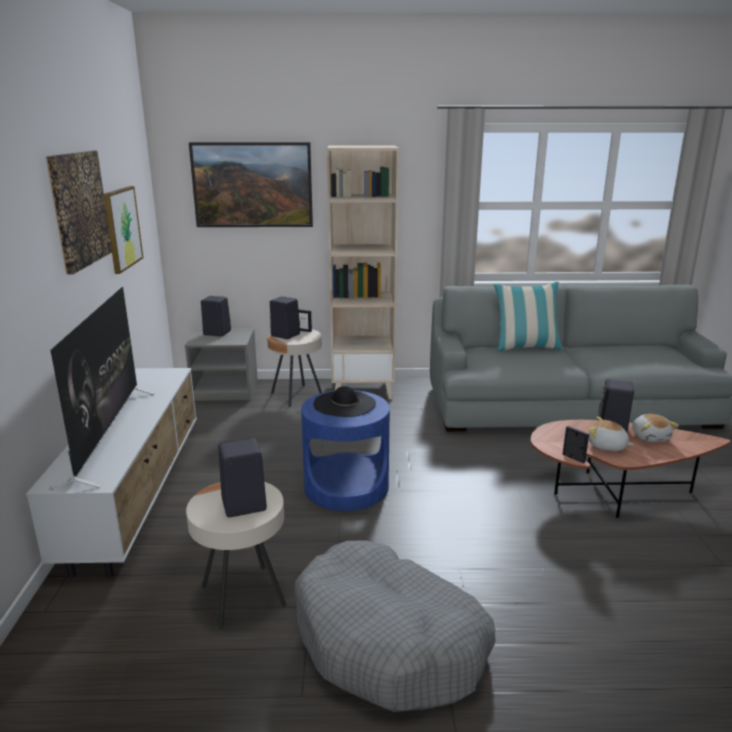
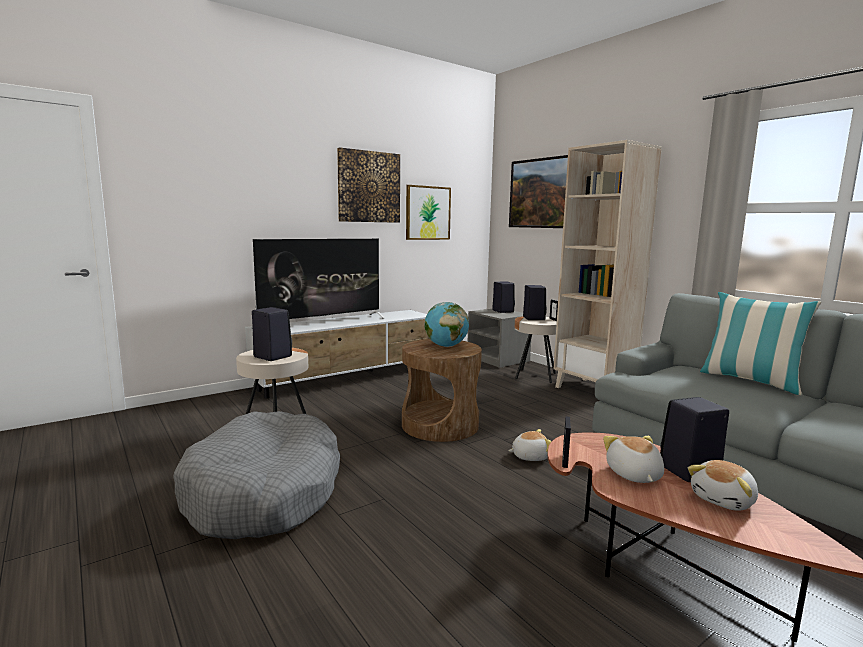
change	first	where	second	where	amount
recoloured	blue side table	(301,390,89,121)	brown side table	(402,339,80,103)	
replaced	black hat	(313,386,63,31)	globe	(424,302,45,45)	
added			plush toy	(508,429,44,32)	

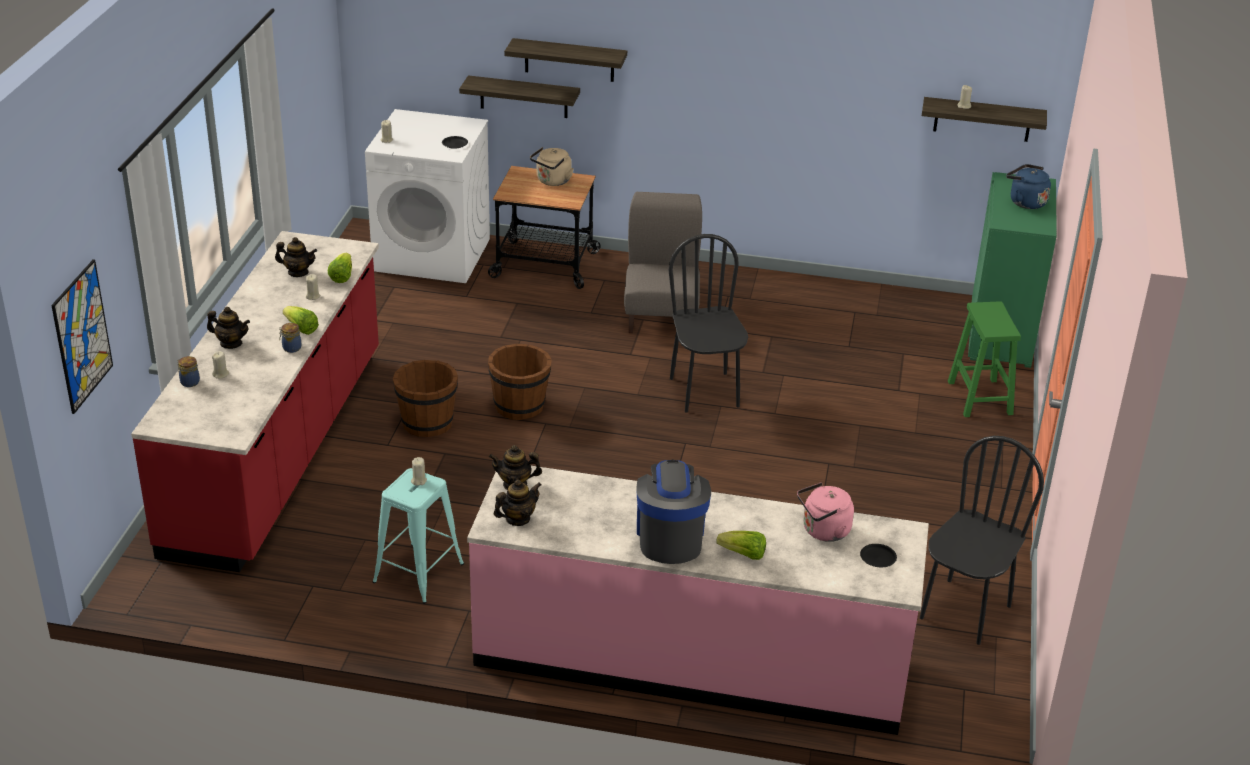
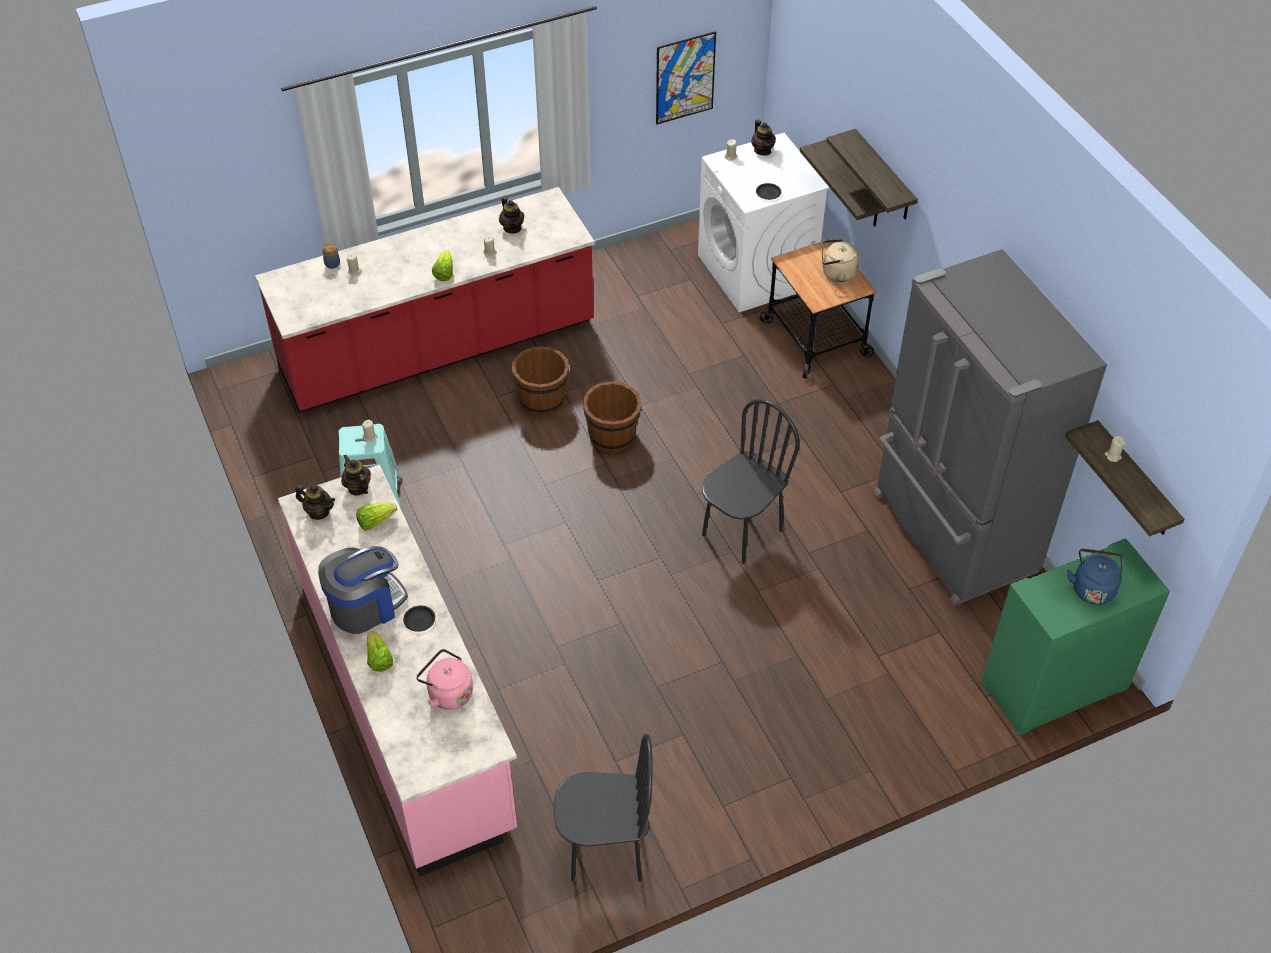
change	first	where	second	where	amount
moved	lettuce	(328,252,24,31)		(356,502,41,29)	
moved	black plate	(860,544,37,23)		(403,605,32,27)	
moved	picture	(51,259,62,155)		(656,31,60,93)	
moved	teapot	(207,307,43,42)		(751,119,25,37)	
added			grey fridge	(873,249,234,357)	
removed	jar	(279,323,22,30)			
removed	grey chair	(624,192,78,141)			
removed	green stool	(948,302,73,115)			

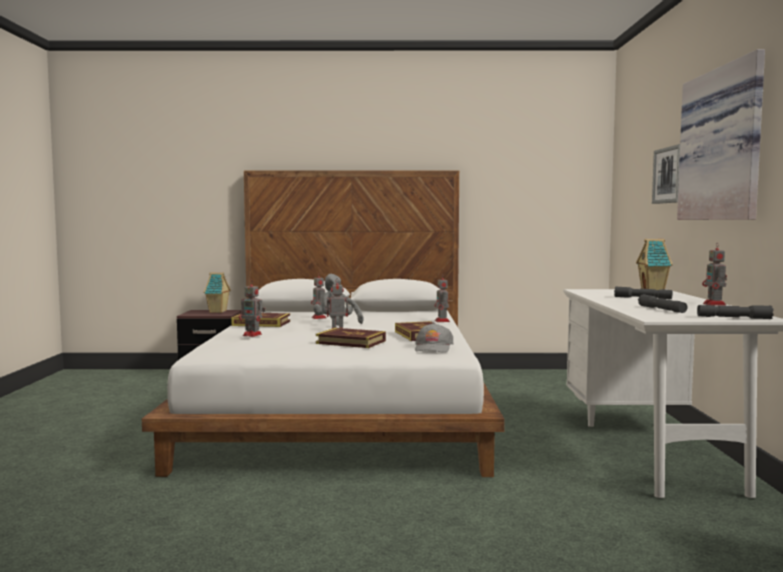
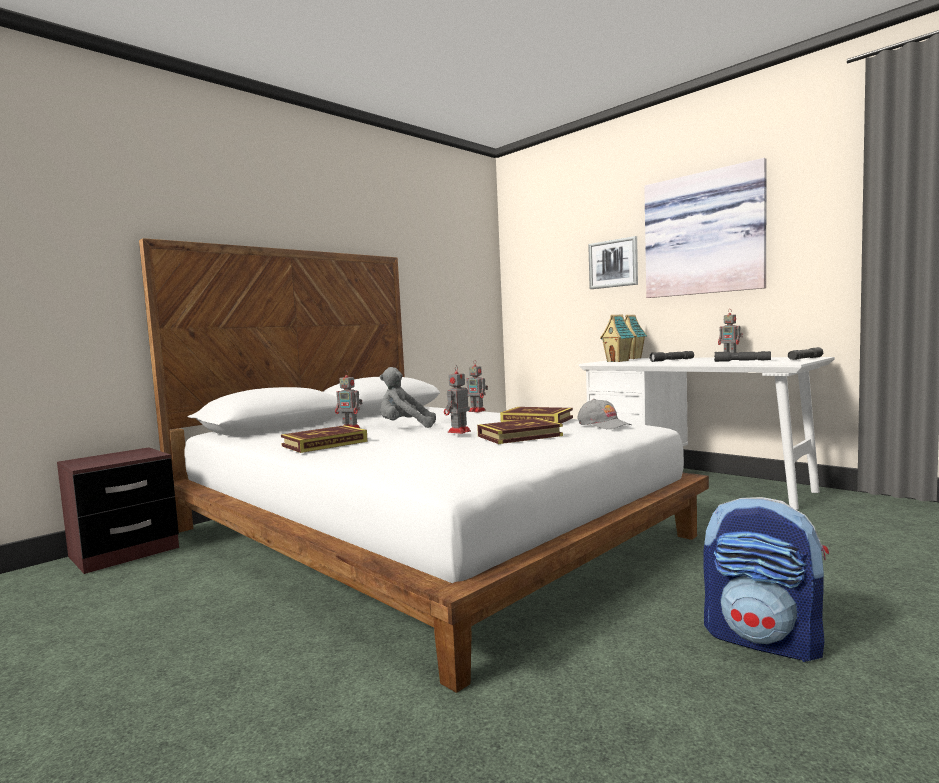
change	first	where	second	where	amount
moved	toy house	(204,272,27,41)		(600,314,35,48)	
added			backpack	(703,497,126,165)	
removed	toy robot	(239,280,26,57)			

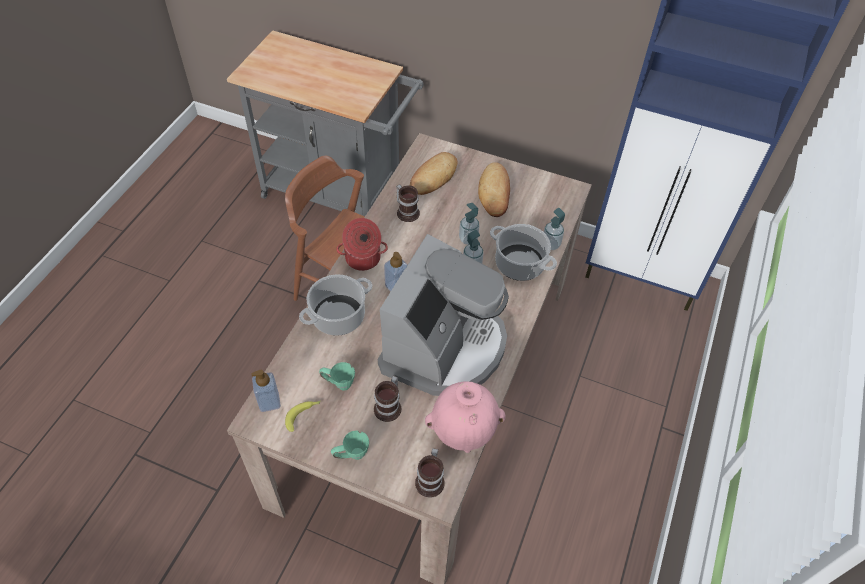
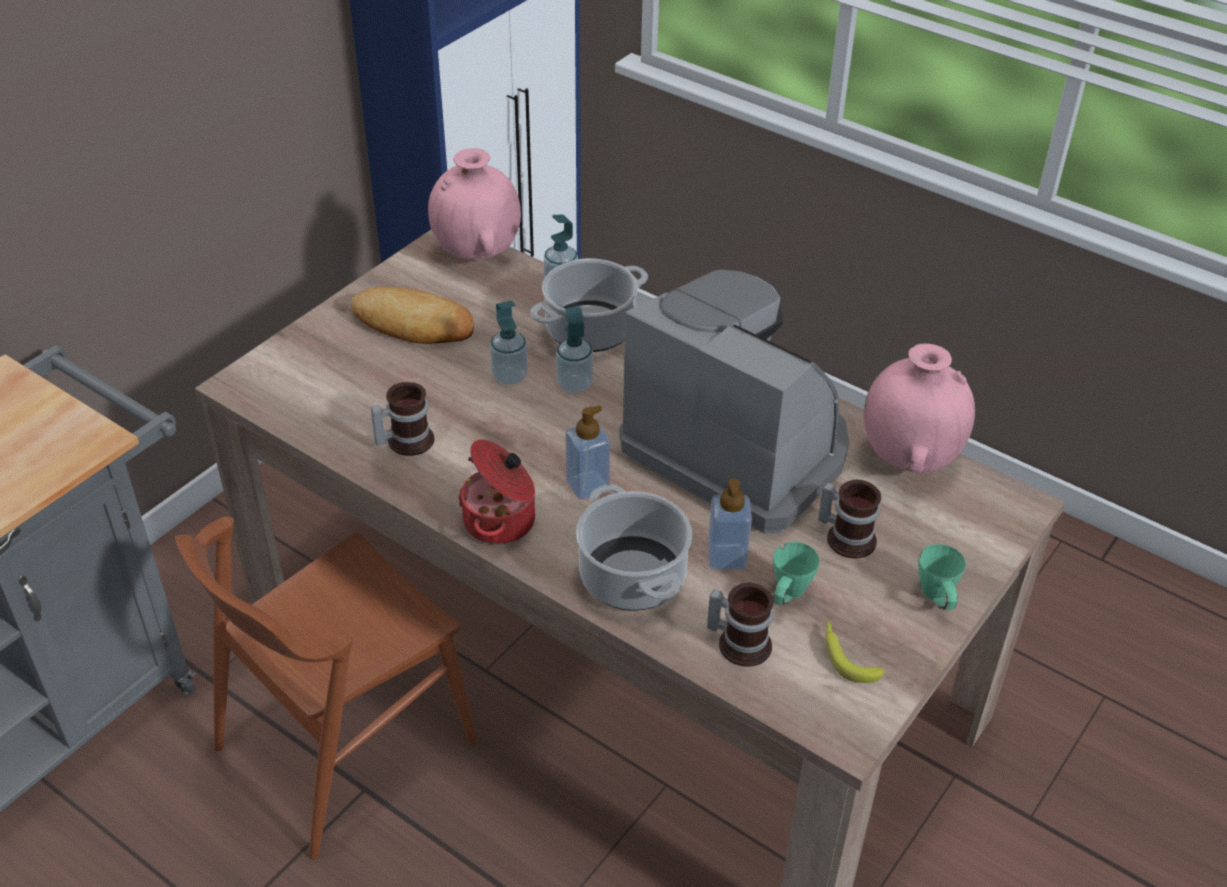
change	first	where	second	where	amount
added			pink vase	(428,148,93,111)	
moved	mug	(415,448,30,49)		(707,583,67,84)	
moved	soap dispenser	(251,370,30,42)		(708,479,44,91)	
removed	bread	(410,152,48,43)			

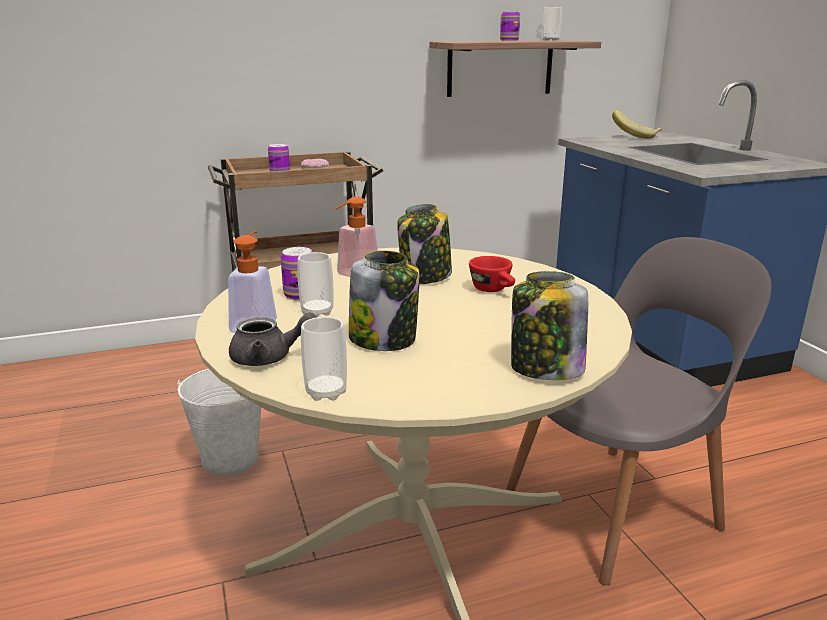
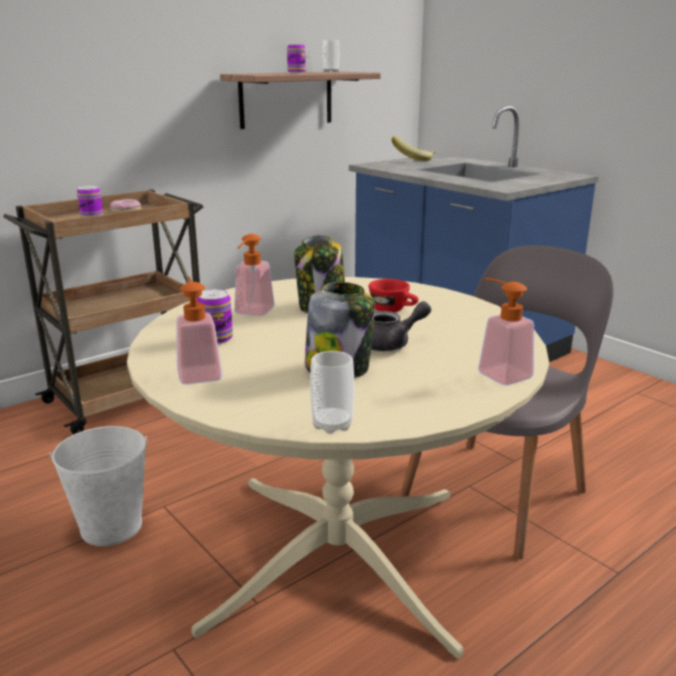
change	first	where	second	where	amount
moved	grey teapot	(229,313,88,53)		(371,301,60,50)	
replaced	jar	(511,271,77,109)	soap dispenser	(478,278,56,107)	
removed	cup	(297,252,37,65)			

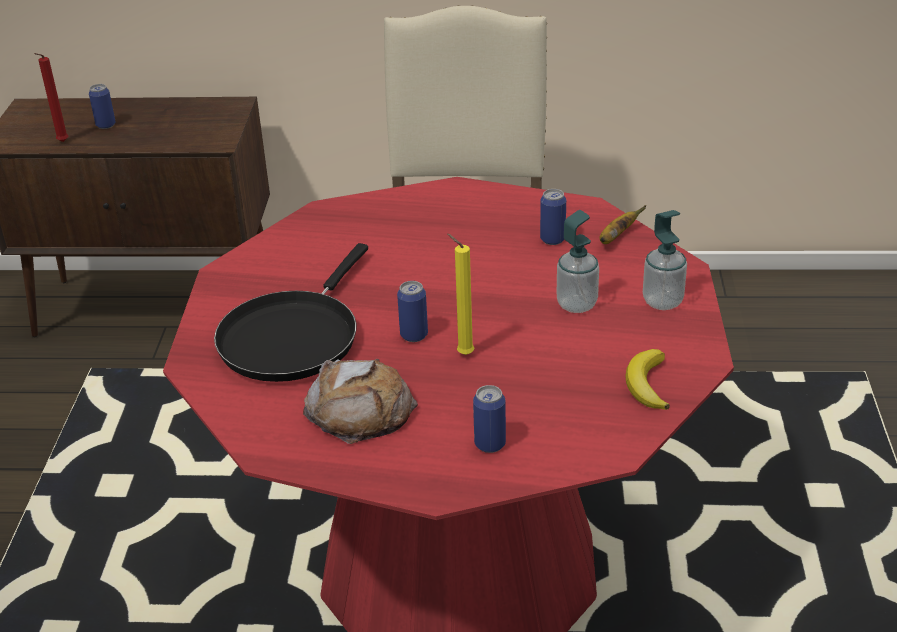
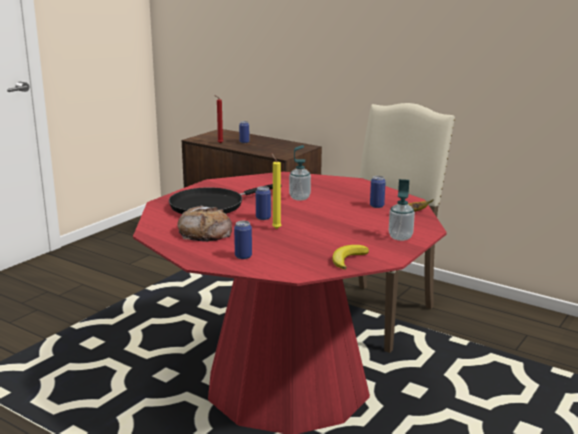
change	first	where	second	where	amount
moved	soap dispenser	(557,210,42,103)		(289,145,22,56)	

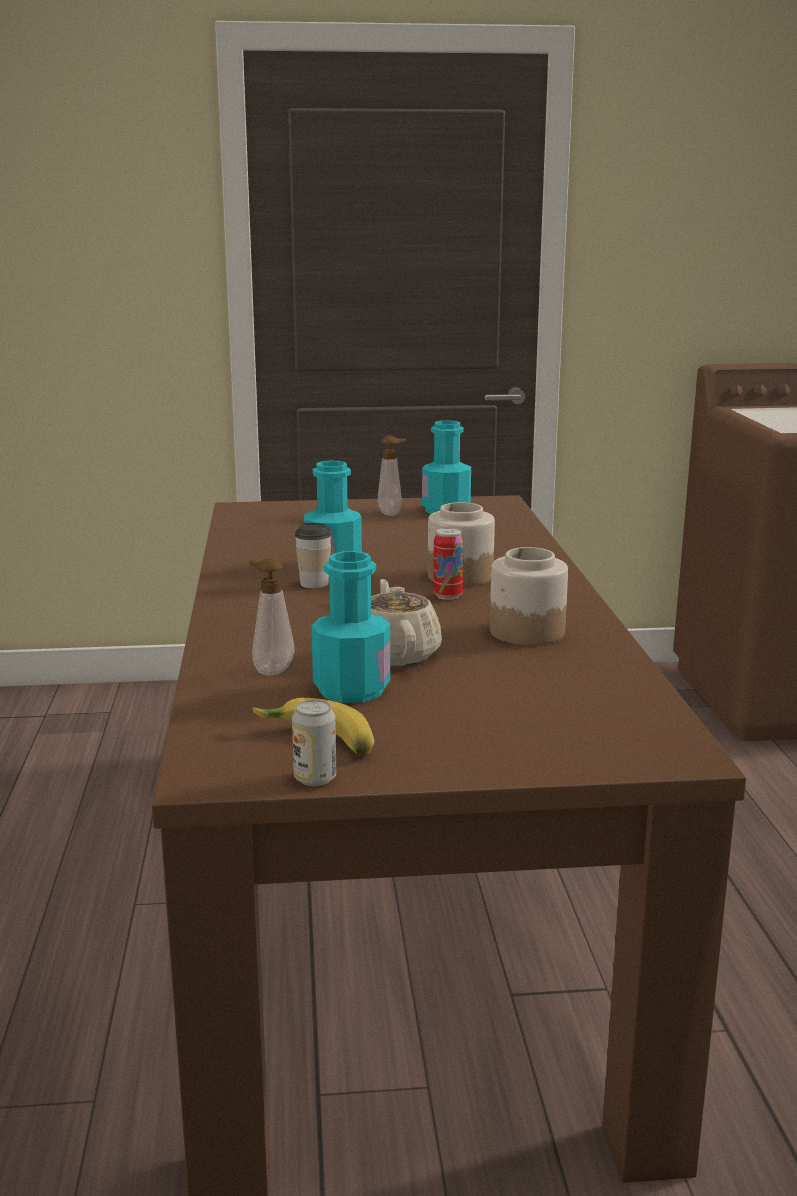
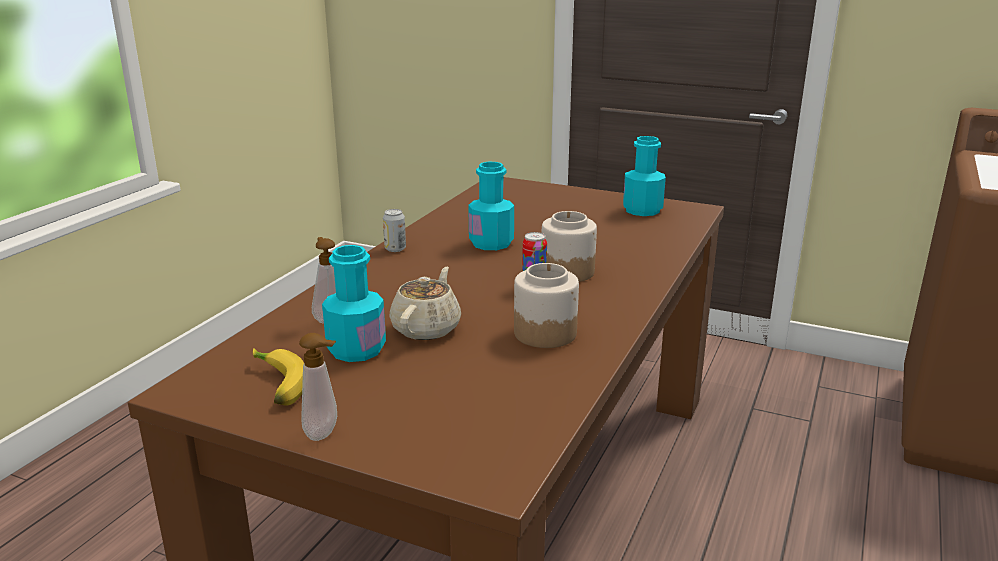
change	first	where	second	where	amount
moved	soap dispenser	(378,436,28,80)		(299,333,38,108)	
moved	can	(292,700,44,86)		(383,209,23,43)	
removed	cup	(295,522,37,66)			

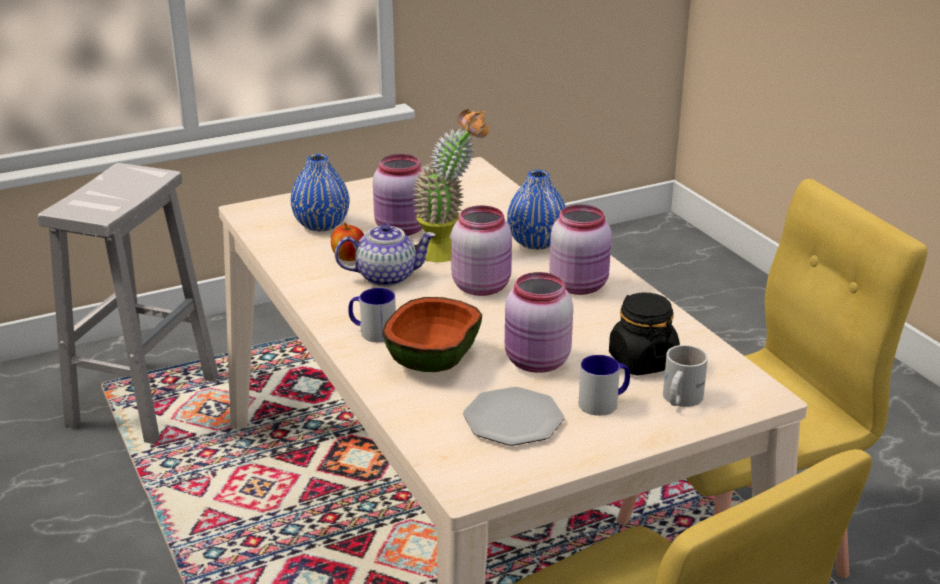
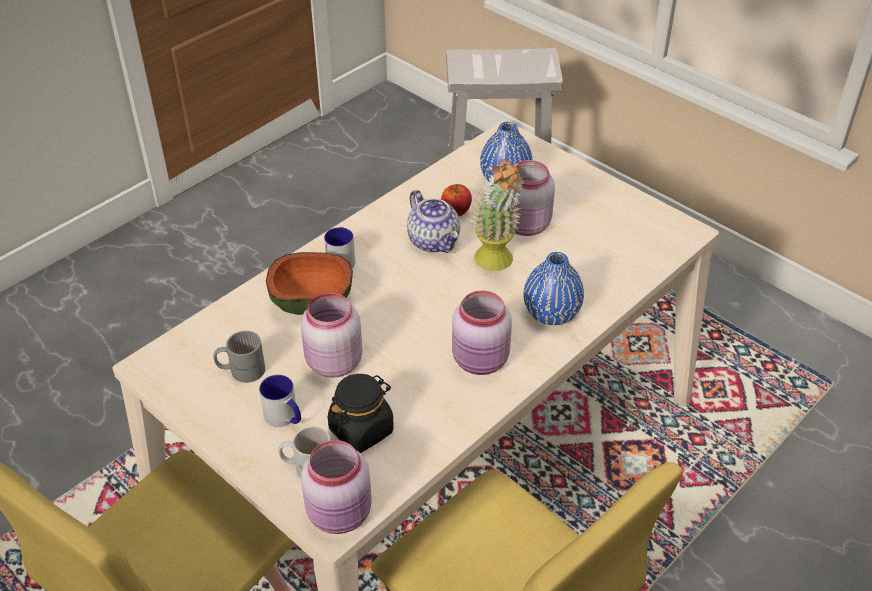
change	first	where	second	where	amount
replaced	plate	(463,387,101,59)	grey mug	(213,331,52,52)	
moved	pink jar	(451,205,61,91)		(301,440,71,94)	

